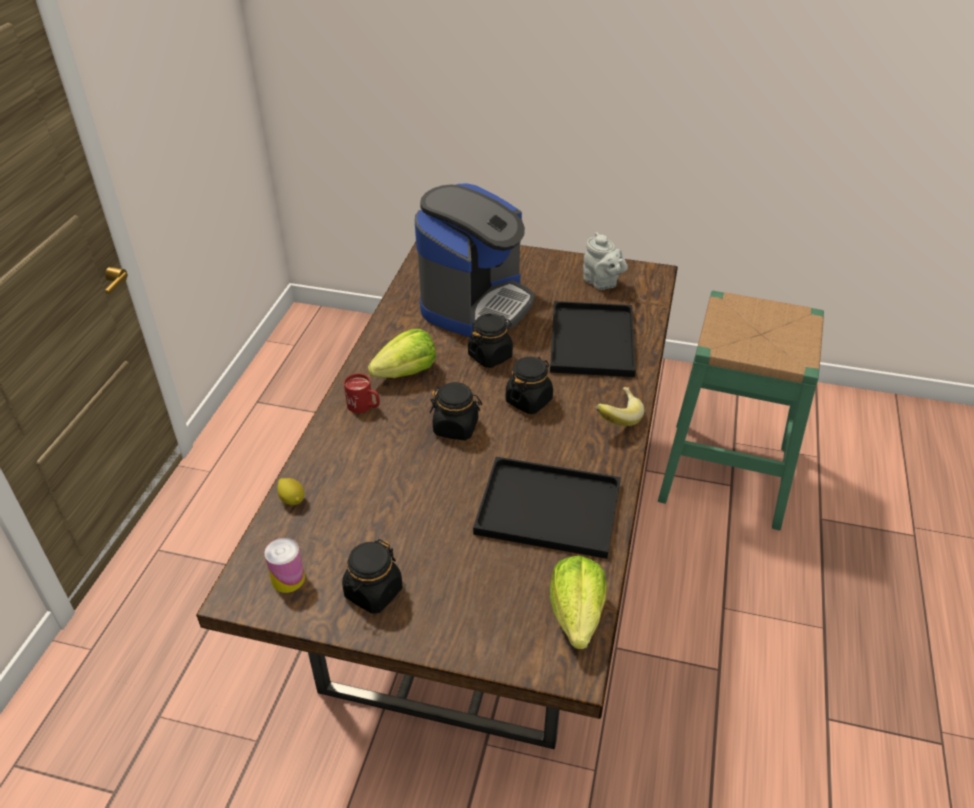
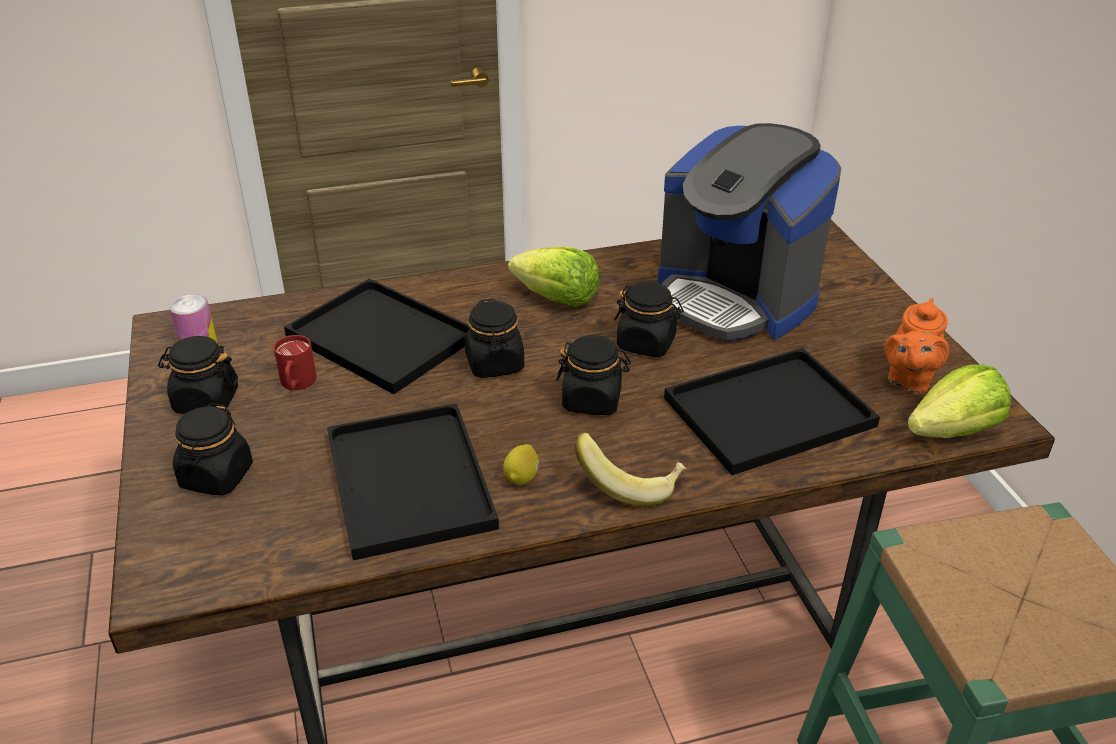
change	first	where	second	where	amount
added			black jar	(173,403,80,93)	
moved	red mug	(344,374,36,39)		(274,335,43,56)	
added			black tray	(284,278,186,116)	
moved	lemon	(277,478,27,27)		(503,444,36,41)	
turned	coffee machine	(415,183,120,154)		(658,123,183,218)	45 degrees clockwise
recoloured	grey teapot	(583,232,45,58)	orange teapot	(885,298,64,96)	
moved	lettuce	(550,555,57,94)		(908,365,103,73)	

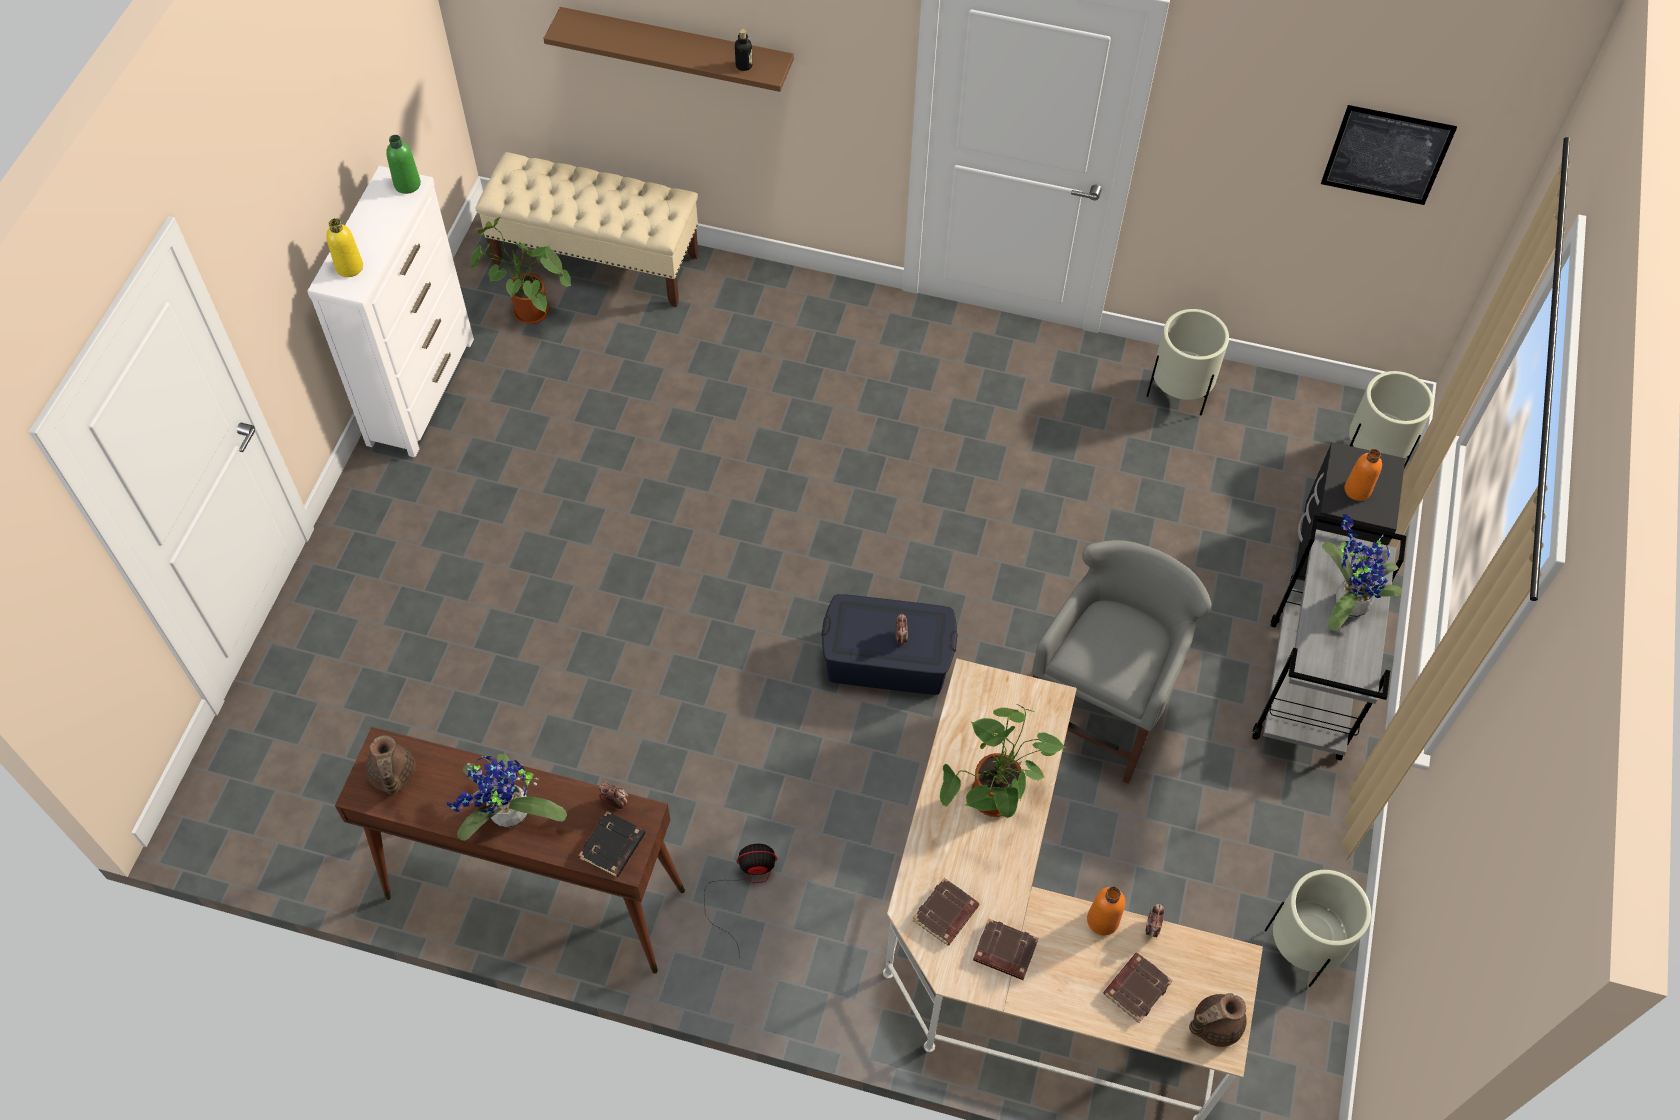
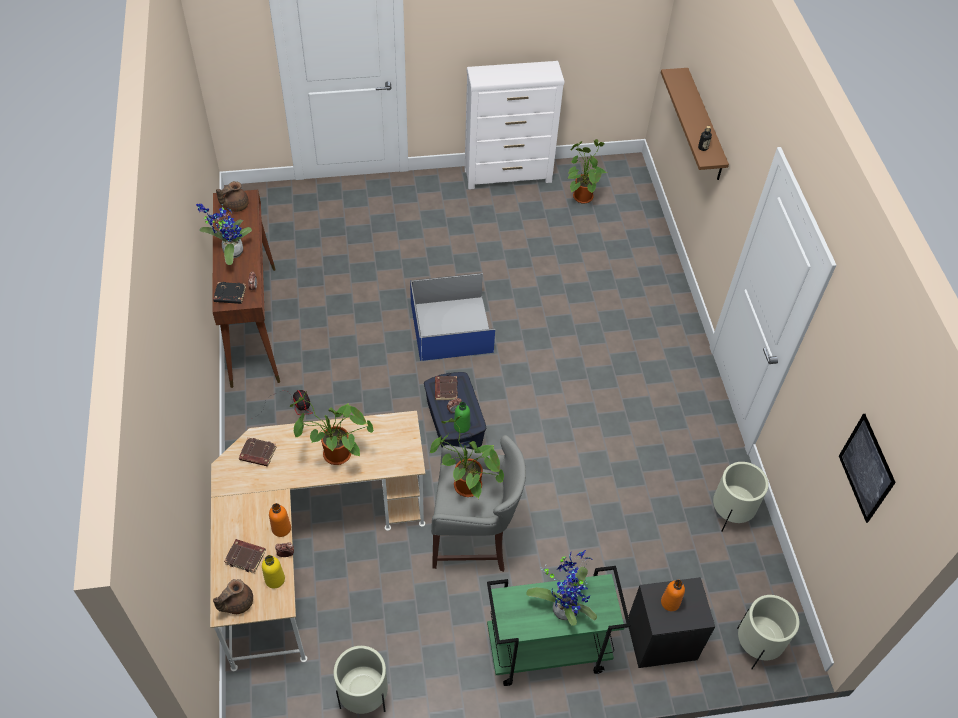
change	first	where	second	where	amount
turned	brown teapot	(1189,993,58,54)		(213,579,40,35)	90 degrees counterclockwise
moved	yellow bottle	(326,218,37,59)		(262,555,23,34)	
added			blue storage box	(410,273,85,88)	
added			potted plant	(430,416,74,83)	
moved	brown book	(973,918,66,62)		(435,376,23,24)	
moved	green bottle	(386,135,35,59)		(454,402,16,31)	
recoloured	grey cart	(1252,515,155,245)	green cart	(487,566,144,120)	
removed	beige bench	(476,152,223,155)			

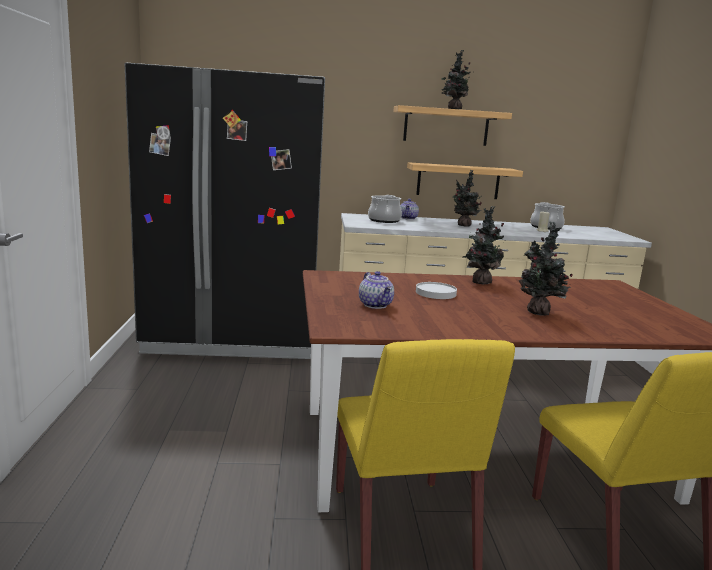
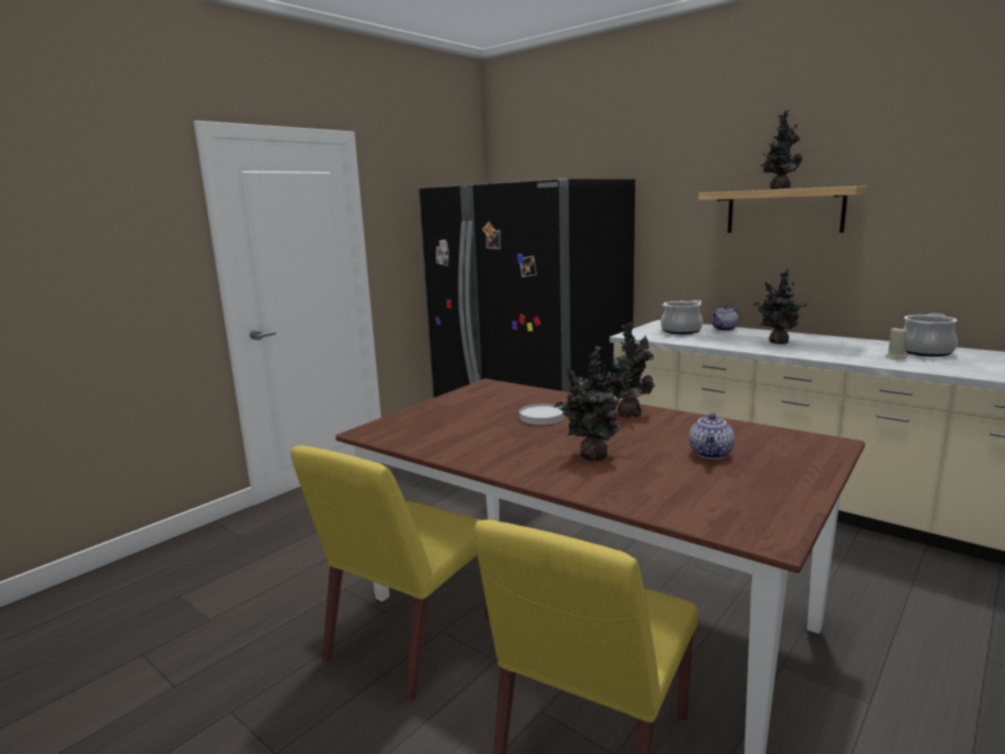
change	first	where	second	where	amount
moved	teapot	(359,271,35,38)		(689,413,45,46)	
removed	shelf	(407,162,116,37)			

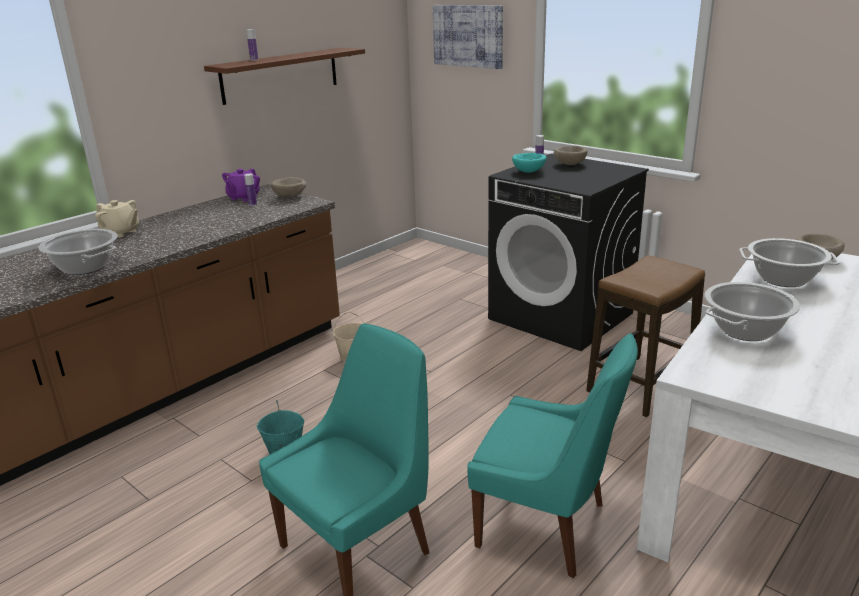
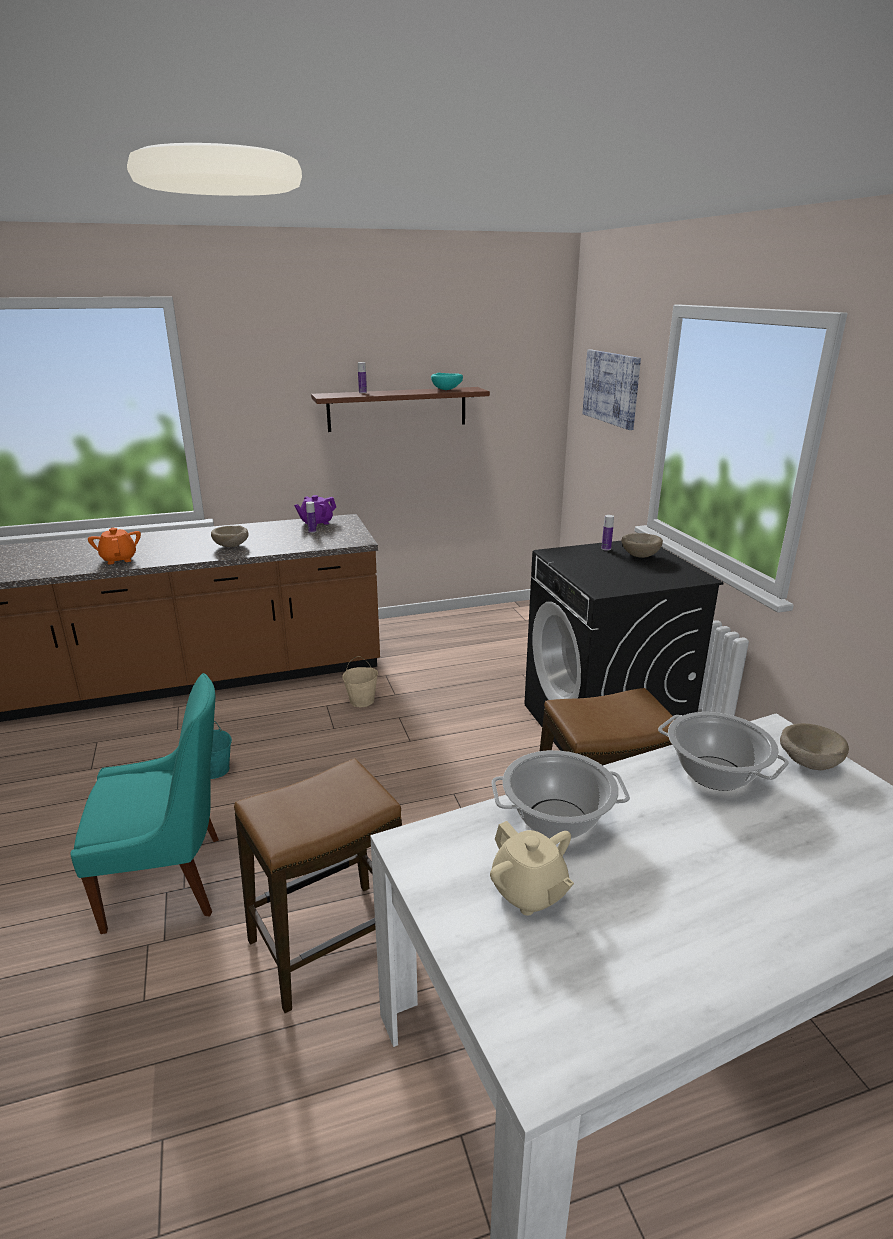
change	first	where	second	where	amount
replaced	cooking pot	(39,229,78,46)	orange teapot	(88,528,53,37)	
moved	beige bowl	(271,177,35,21)		(211,525,37,22)	
replaced	turquoise chair	(467,333,171,245)	stool	(234,758,168,255)	
moved	turquoise bowl	(512,153,34,20)		(431,373,32,17)	
moved	beige teapot	(95,200,44,38)		(490,821,84,95)	

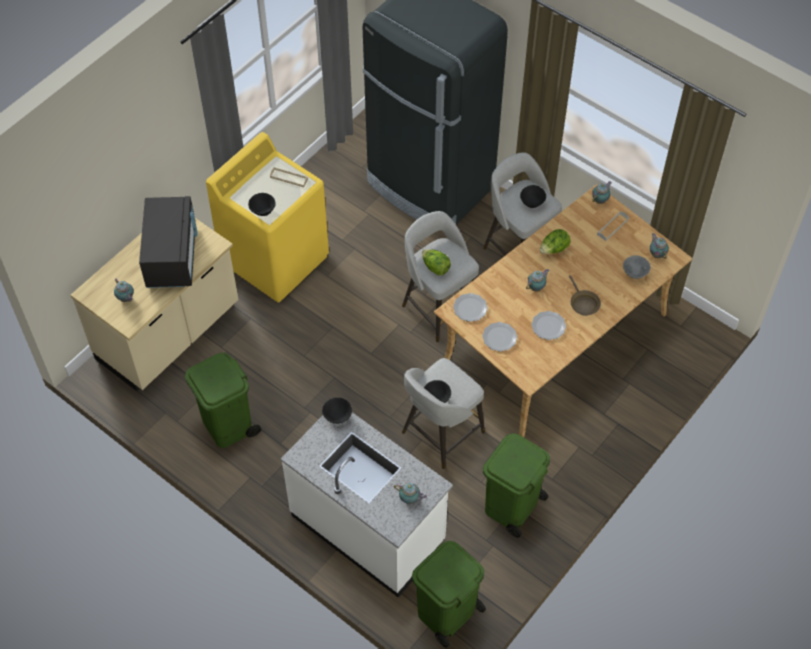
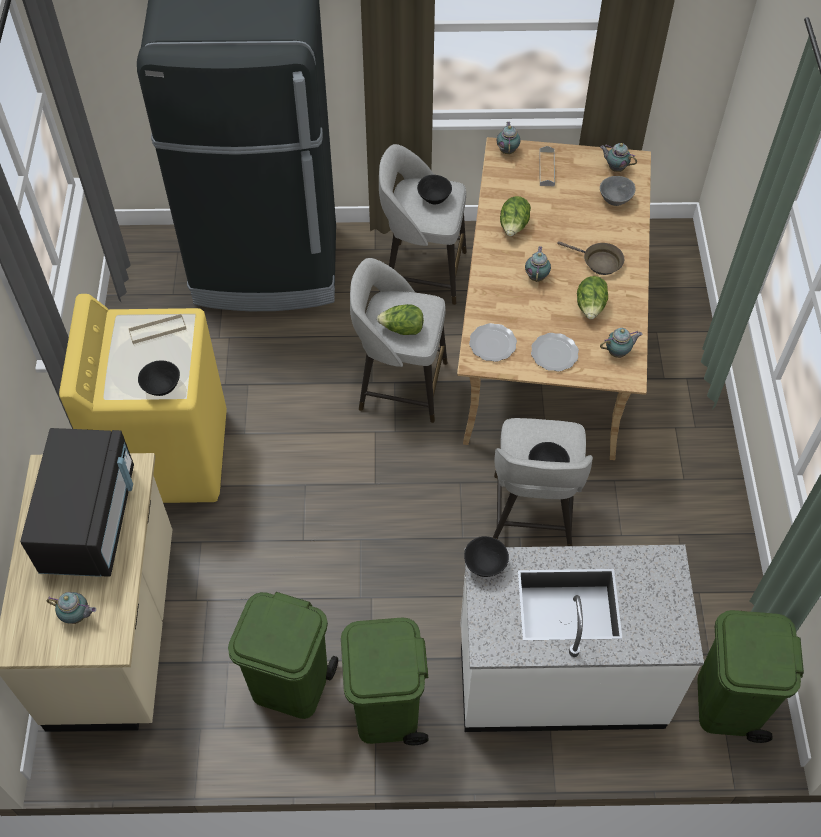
change	first	where	second	where	amount
turned	black microwave	(139,196,58,92)		(20,428,114,149)	45 degrees clockwise
moved	green trash can	(483,434,67,104)		(341,617,88,128)	
replaced	plate	(531,311,35,29)	lettuce	(577,276,31,43)	
moved	teapot	(394,483,33,21)		(600,328,42,30)	

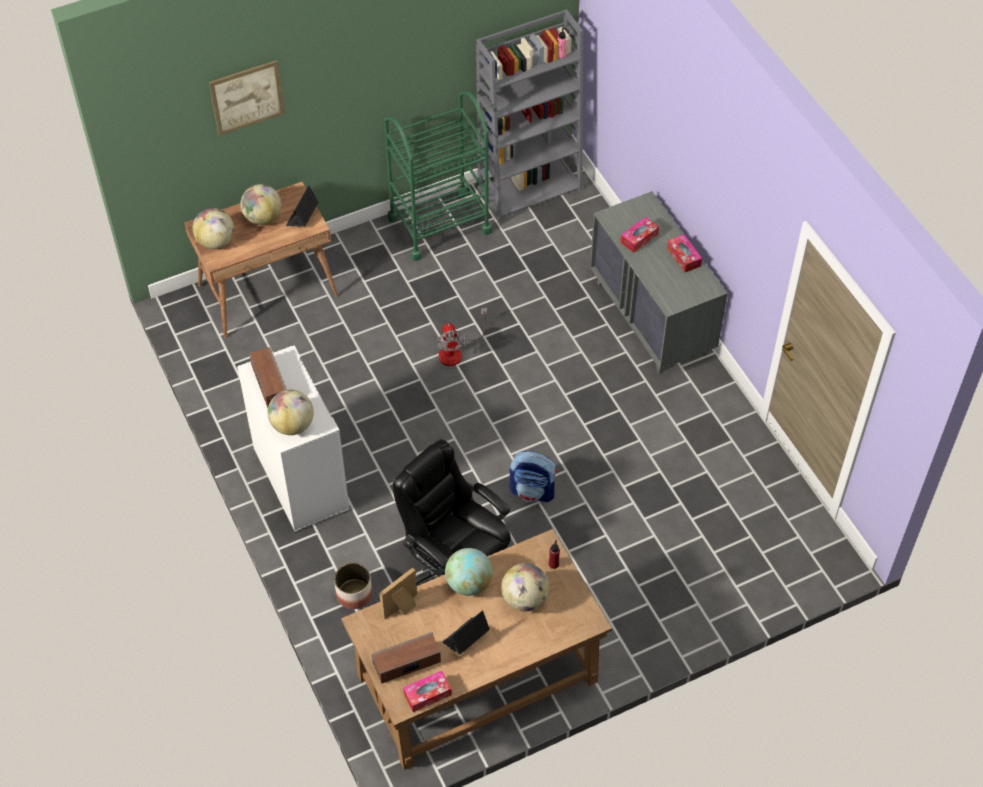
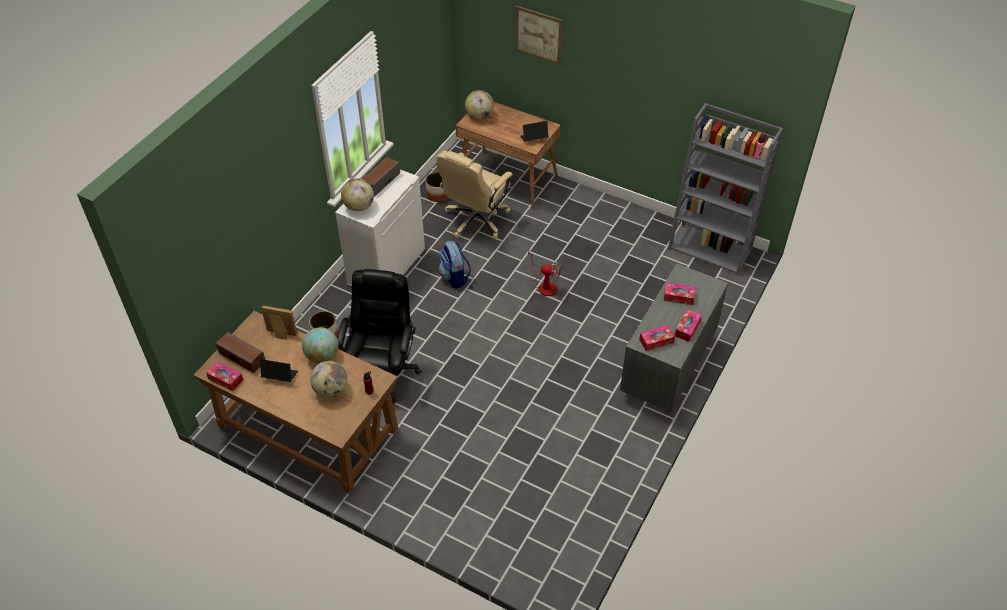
change	first	where	second	where	amount
added			planter	(426,172,22,30)	
added			beige office chair	(436,150,76,88)	
moved	backpack	(509,451,49,51)		(438,241,33,48)	
turned	fan	(437,308,50,58)		(528,250,33,46)	120 degrees counterclockwise
added			tissue box	(639,325,36,26)	
removed	globe	(240,184,41,41)			
removed	green cart	(384,91,108,170)			

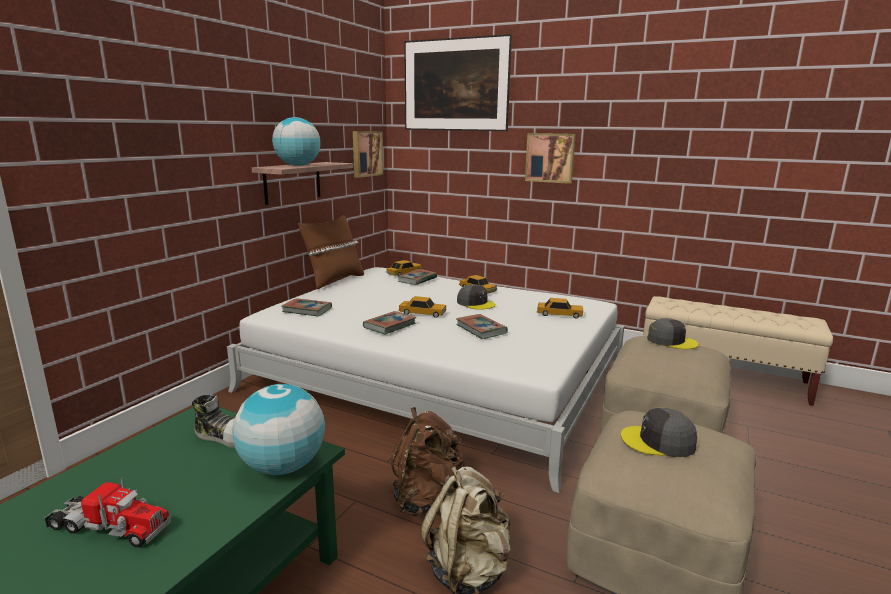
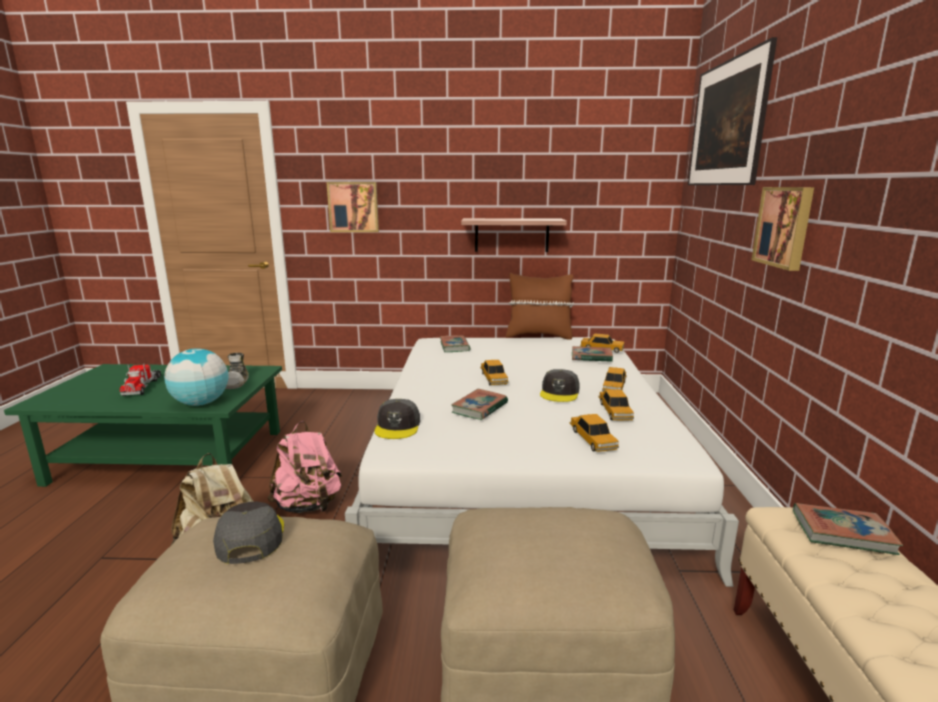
change	first	where	second	where	amount
recoloured	brown backpack	(391,407,74,109)	pink backpack	(267,421,76,92)	
moved	picture	(353,131,30,47)		(326,182,53,50)	
moved	grey cap	(647,318,52,31)		(374,399,46,40)	
added			toy car	(598,389,36,31)	
moved	book	(363,311,53,24)		(793,503,110,52)	
removed	globe	(272,117,49,49)			

